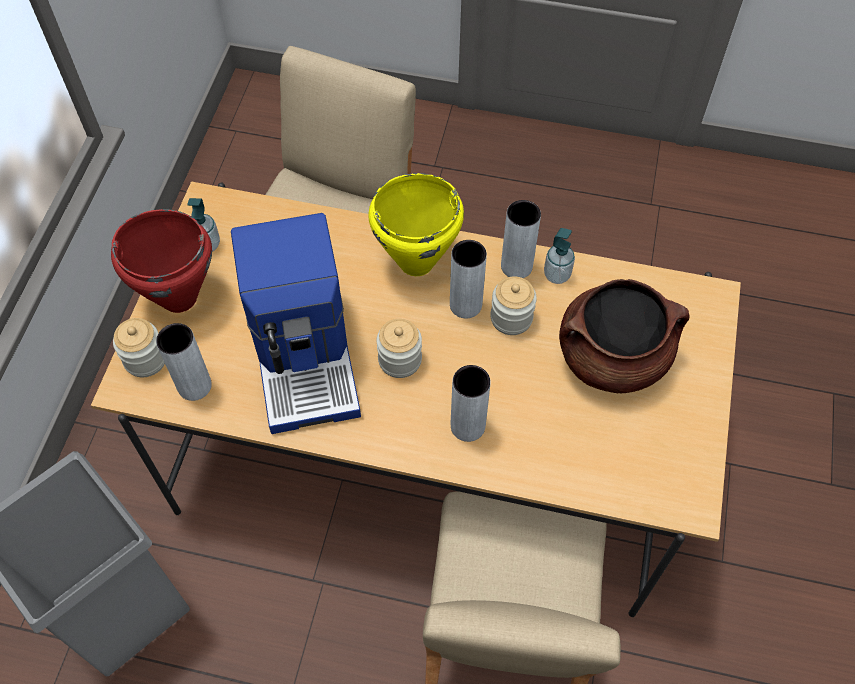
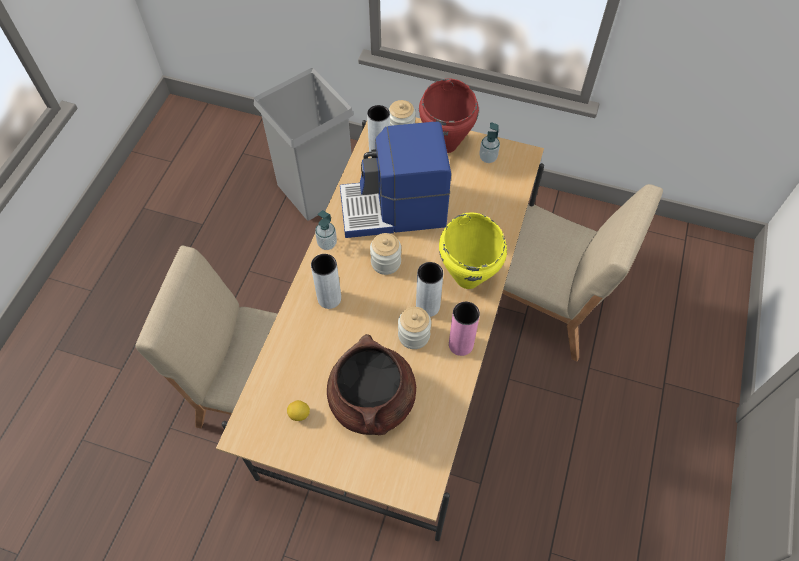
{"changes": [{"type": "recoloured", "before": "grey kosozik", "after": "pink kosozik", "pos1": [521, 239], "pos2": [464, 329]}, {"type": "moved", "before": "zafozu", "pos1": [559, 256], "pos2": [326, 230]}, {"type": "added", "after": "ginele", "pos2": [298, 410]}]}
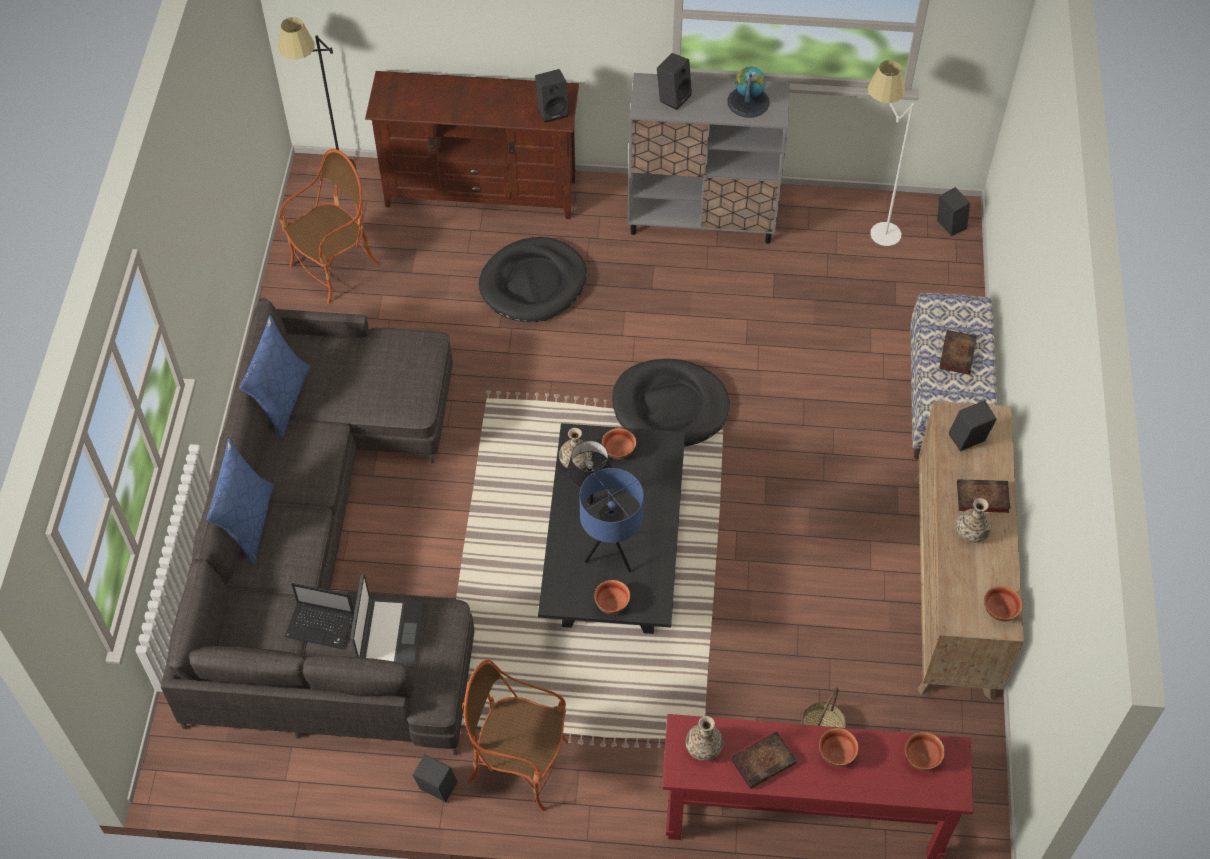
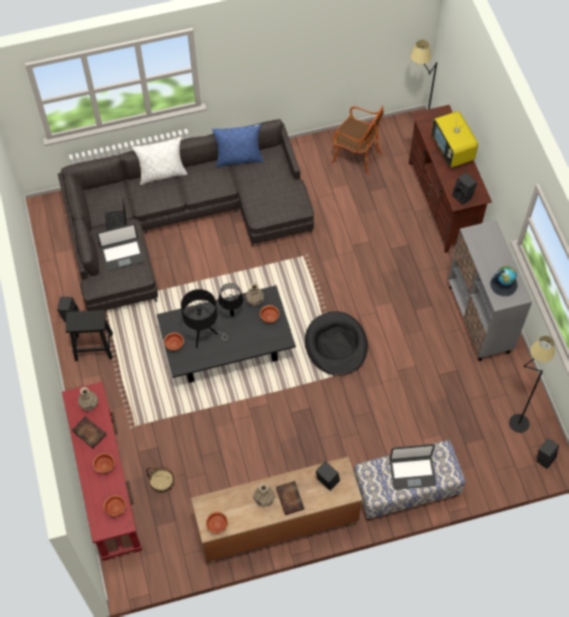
{"changes": [{"type": "removed", "before": "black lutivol", "pos1": [674, 81]}, {"type": "recoloured", "before": "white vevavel", "after": "black vevavel", "pos1": [891, 153], "pos2": [532, 384]}, {"type": "removed", "before": "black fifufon", "pos1": [533, 279]}, {"type": "replaced", "before": "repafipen", "after": "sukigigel", "pos1": [958, 352], "pos2": [413, 467]}, {"type": "recoloured", "before": "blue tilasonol", "after": "white tilasonol", "pos1": [240, 501], "pos2": [160, 161]}, {"type": "recoloured", "before": "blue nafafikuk", "after": "black nafafikuk", "pos1": [611, 520], "pos2": [204, 318]}, {"type": "replaced", "before": "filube", "after": "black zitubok", "pos1": [515, 735], "pos2": [89, 335]}, {"type": "added", "after": "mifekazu", "pos2": [454, 139]}]}
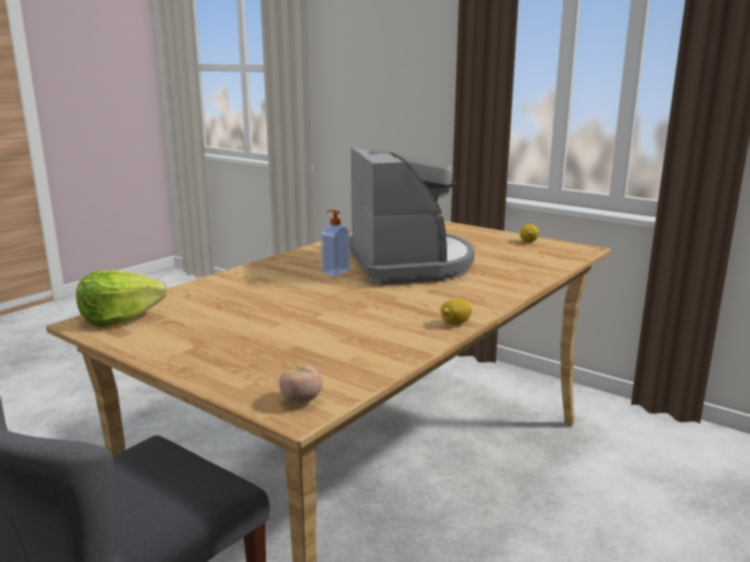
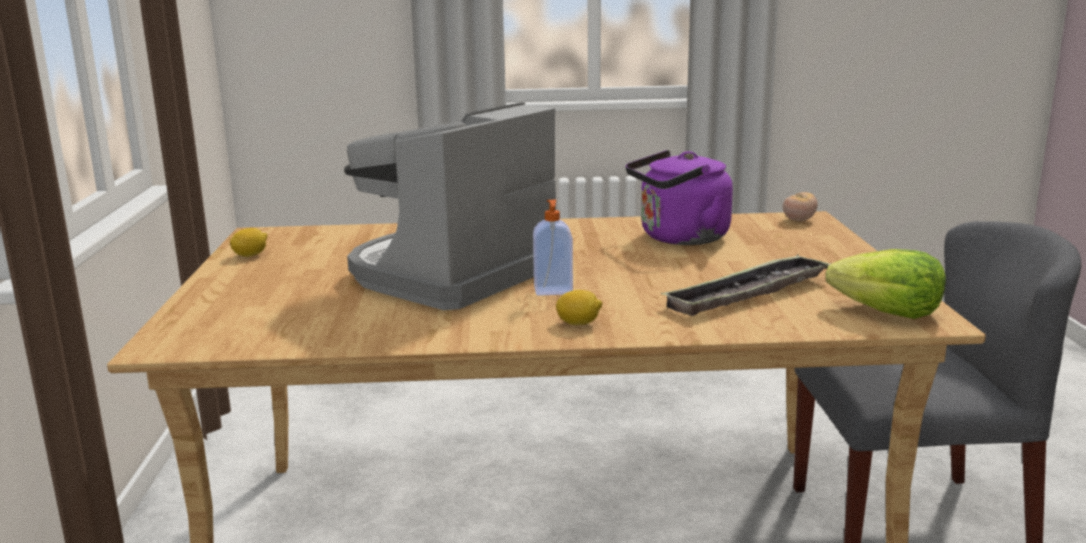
{"changes": [{"type": "moved", "before": "ginele", "pos1": [456, 312], "pos2": [579, 307]}, {"type": "added", "after": "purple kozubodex", "pos2": [679, 197]}, {"type": "added", "after": "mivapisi", "pos2": [746, 285]}]}
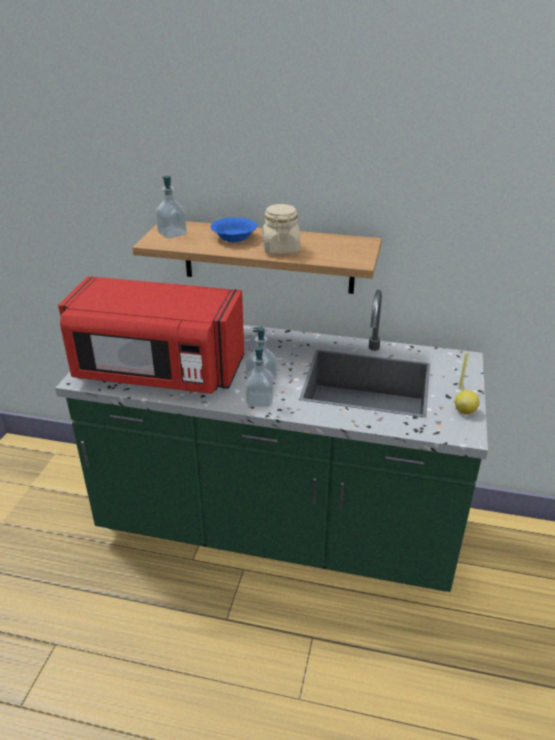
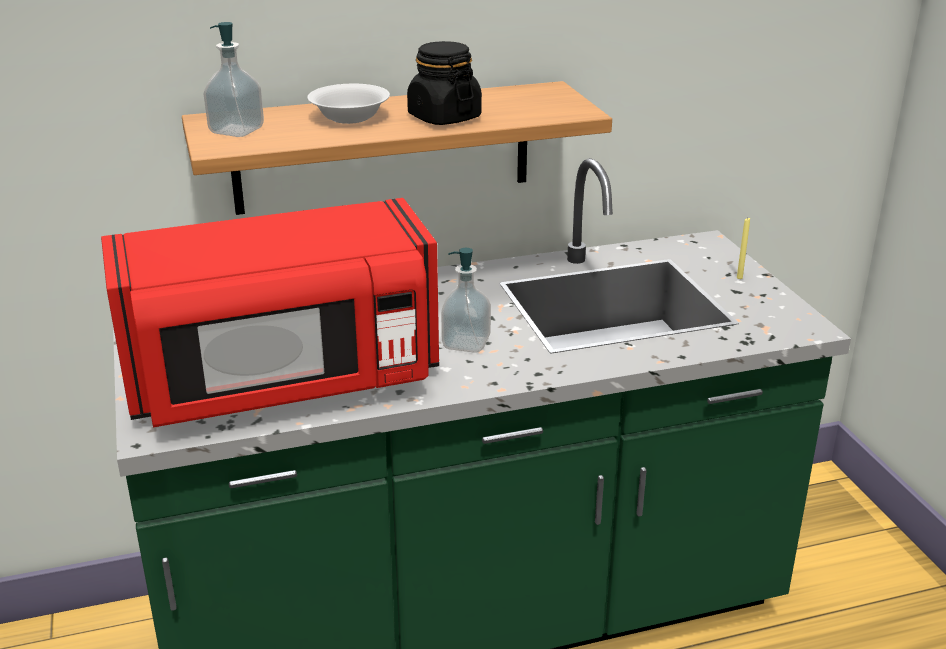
{"changes": [{"type": "recoloured", "before": "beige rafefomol", "after": "black rafefomol", "pos1": [281, 229], "pos2": [444, 83]}, {"type": "recoloured", "before": "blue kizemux", "after": "white kizemux", "pos1": [233, 229], "pos2": [348, 104]}, {"type": "removed", "before": "zafozu", "pos1": [260, 376]}, {"type": "removed", "before": "ginele", "pos1": [467, 402]}]}
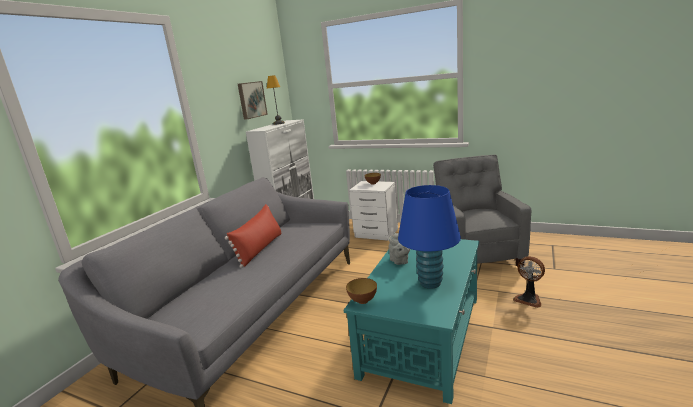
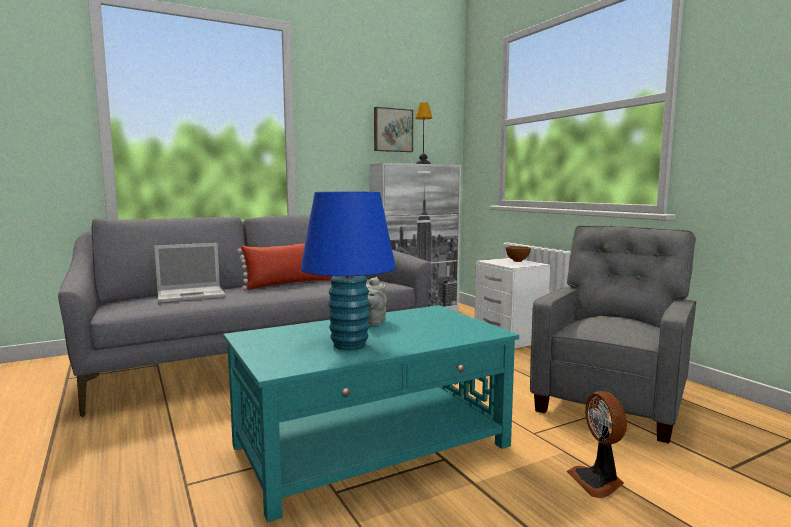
{"changes": [{"type": "removed", "before": "kizemux", "pos1": [361, 291]}, {"type": "added", "after": "sukigigel", "pos2": [190, 273]}]}
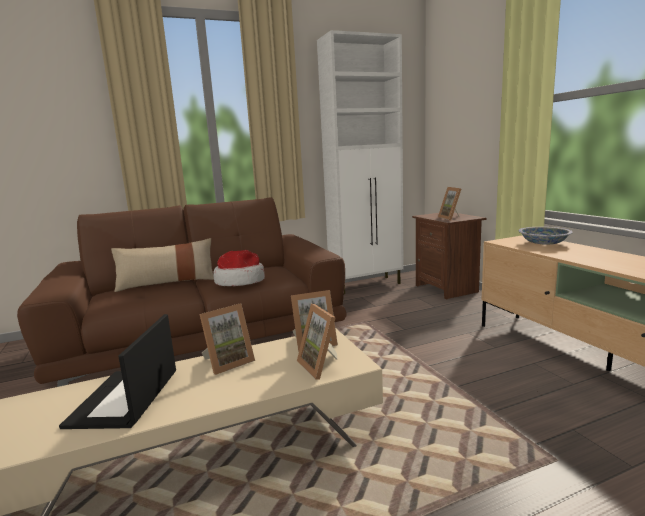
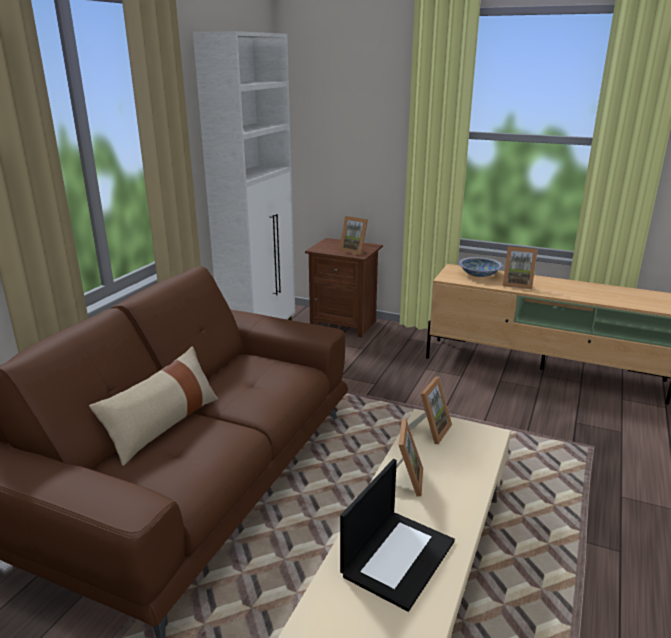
{"changes": [{"type": "removed", "before": "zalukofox", "pos1": [239, 268]}, {"type": "moved", "before": "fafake", "pos1": [317, 342], "pos2": [520, 267]}, {"type": "turned", "before": "sukigigel", "pos1": [117, 371], "pos2": [397, 535], "turn": -105}]}
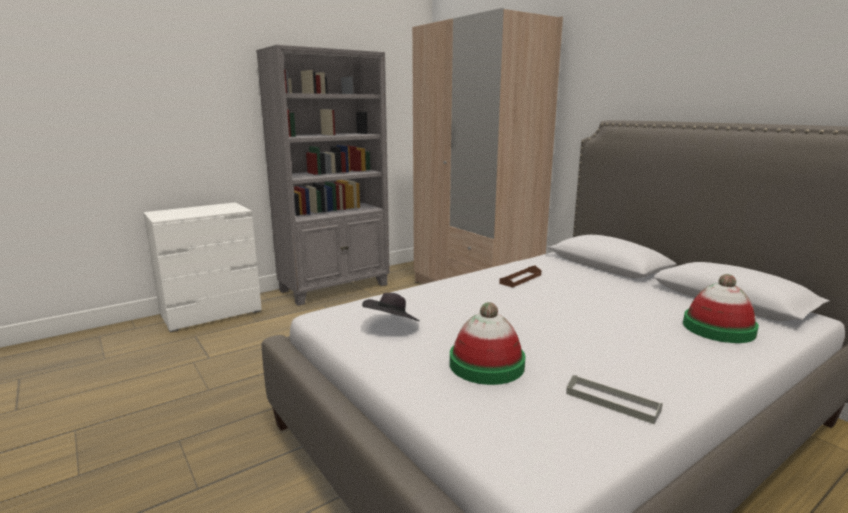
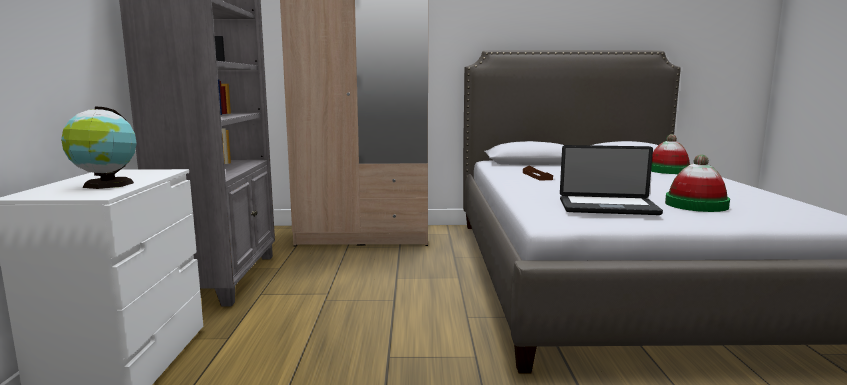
{"changes": [{"type": "replaced", "before": "black zalukofox", "after": "sukigigel", "pos1": [391, 307], "pos2": [611, 180]}, {"type": "removed", "before": "grey mivapisi", "pos1": [614, 399]}, {"type": "added", "after": "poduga", "pos2": [99, 148]}]}
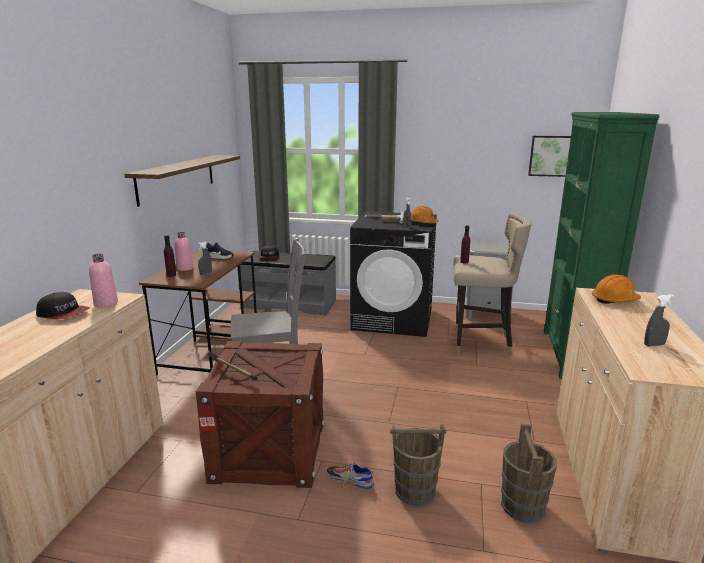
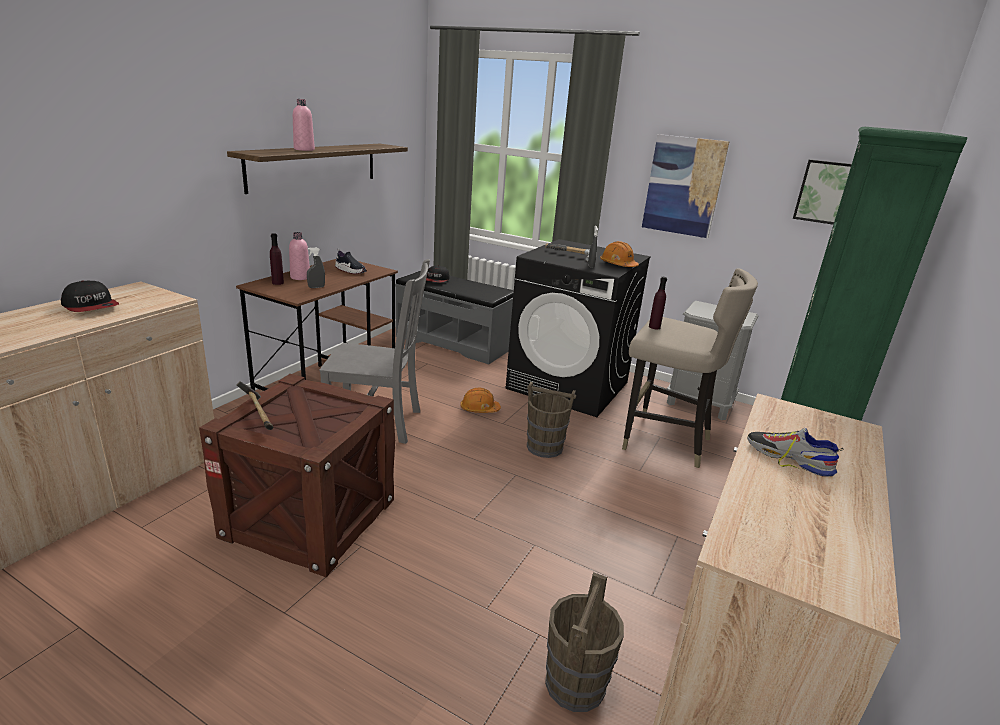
{"changes": [{"type": "moved", "before": "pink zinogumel", "pos1": [103, 280], "pos2": [304, 125]}, {"type": "moved", "before": "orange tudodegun", "pos1": [616, 289], "pos2": [480, 400]}, {"type": "removed", "before": "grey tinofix", "pos1": [659, 320]}, {"type": "moved", "before": "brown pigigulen", "pos1": [418, 465], "pos2": [551, 420]}, {"type": "moved", "before": "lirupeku", "pos1": [350, 476], "pos2": [795, 452]}, {"type": "added", "after": "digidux", "pos2": [686, 186]}]}
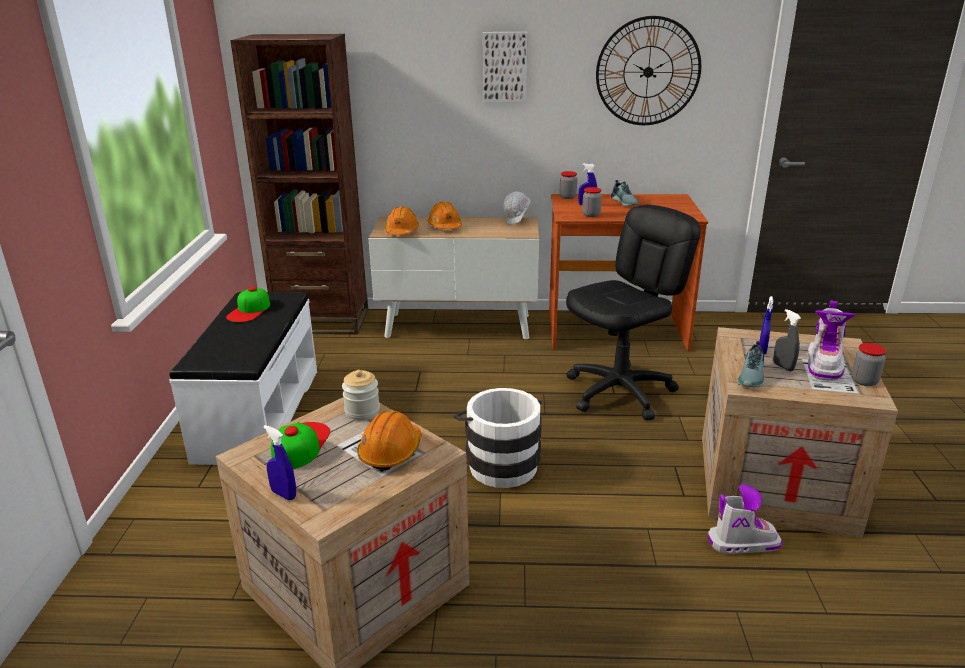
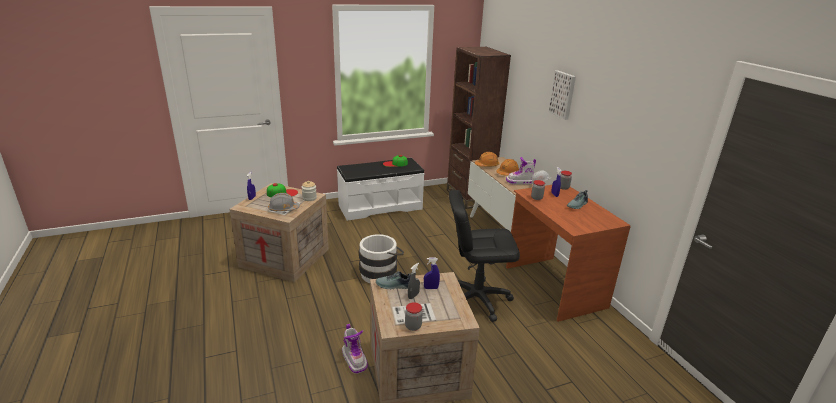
{"changes": [{"type": "removed", "before": "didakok", "pos1": [648, 70]}, {"type": "turned", "before": "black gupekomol", "pos1": [633, 313], "pos2": [484, 256], "turn": 150}, {"type": "moved", "before": "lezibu", "pos1": [832, 341], "pos2": [521, 171]}, {"type": "recoloured", "before": "orange tudodegun", "after": "grey tudodegun", "pos1": [389, 440], "pos2": [284, 202]}]}
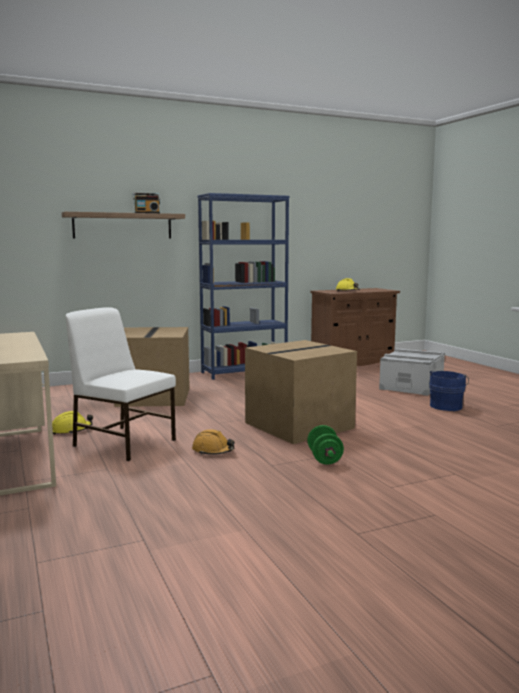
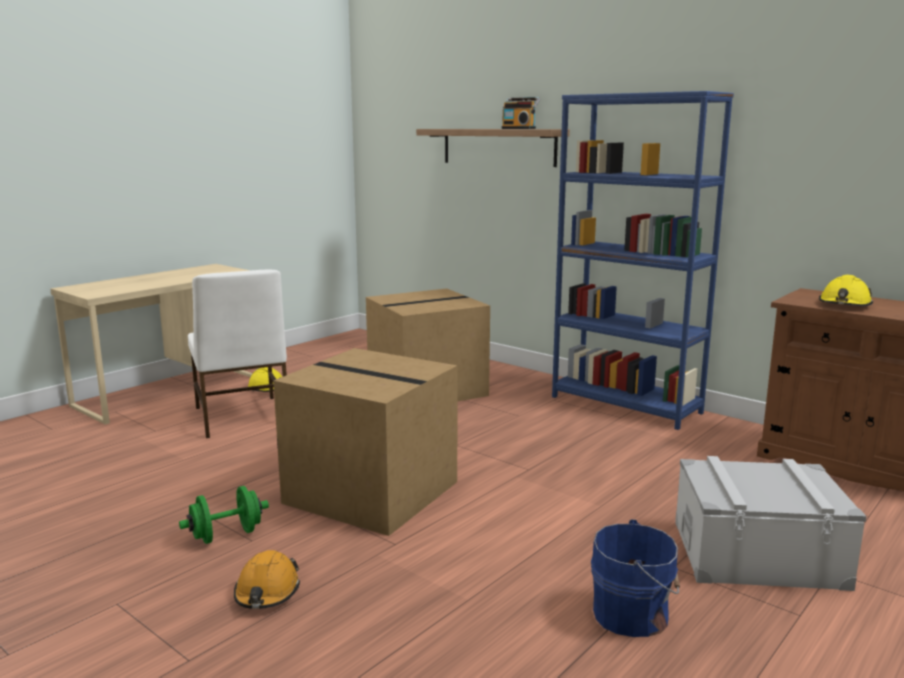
{"changes": [{"type": "turned", "before": "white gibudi", "pos1": [121, 384], "pos2": [237, 354], "turn": 150}, {"type": "moved", "before": "orange tudodegun", "pos1": [213, 442], "pos2": [267, 579]}]}
